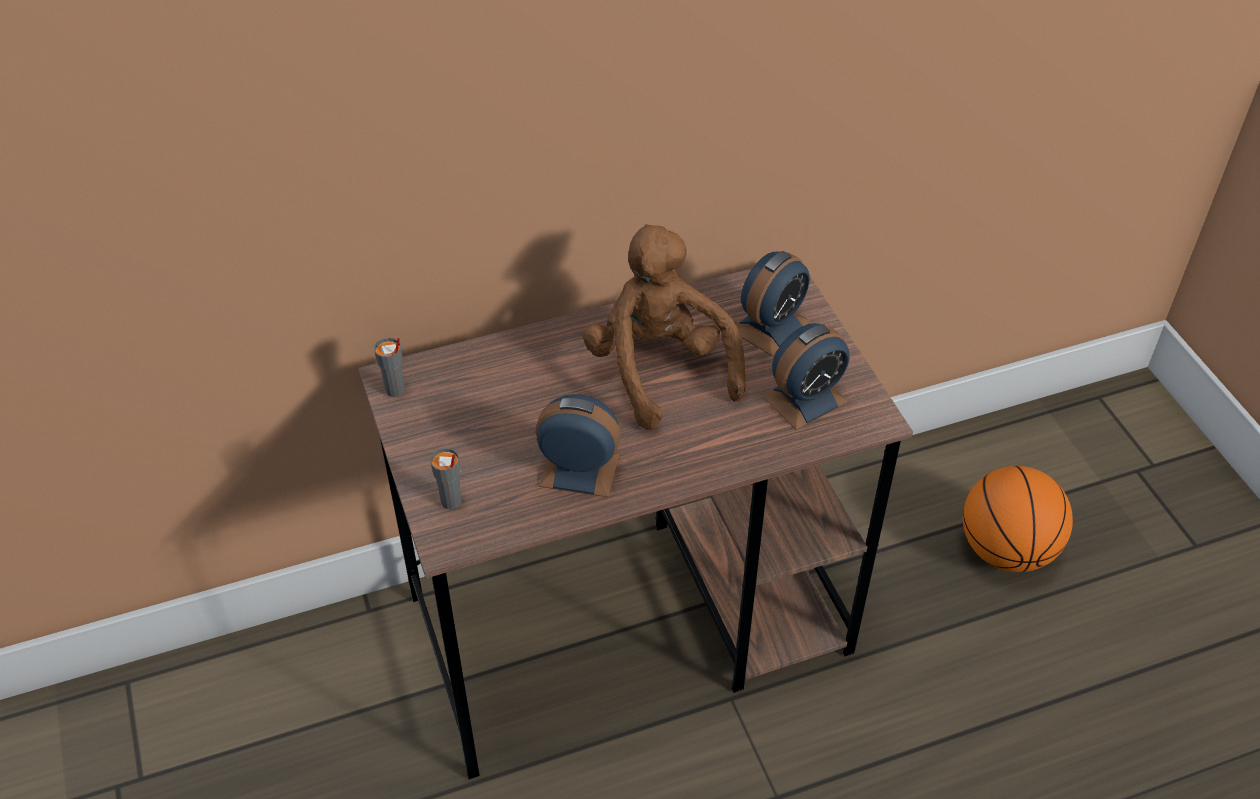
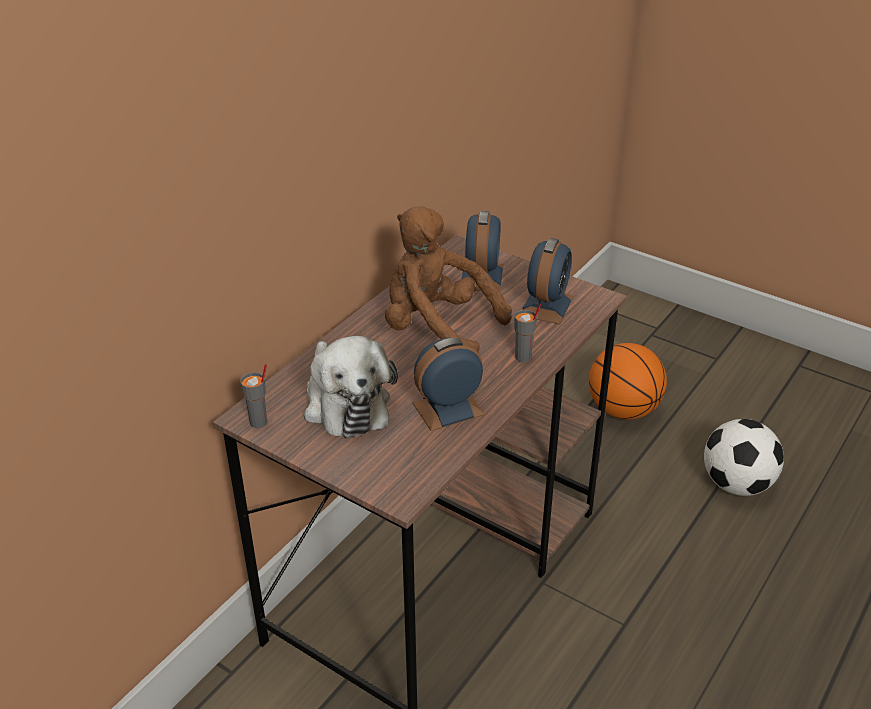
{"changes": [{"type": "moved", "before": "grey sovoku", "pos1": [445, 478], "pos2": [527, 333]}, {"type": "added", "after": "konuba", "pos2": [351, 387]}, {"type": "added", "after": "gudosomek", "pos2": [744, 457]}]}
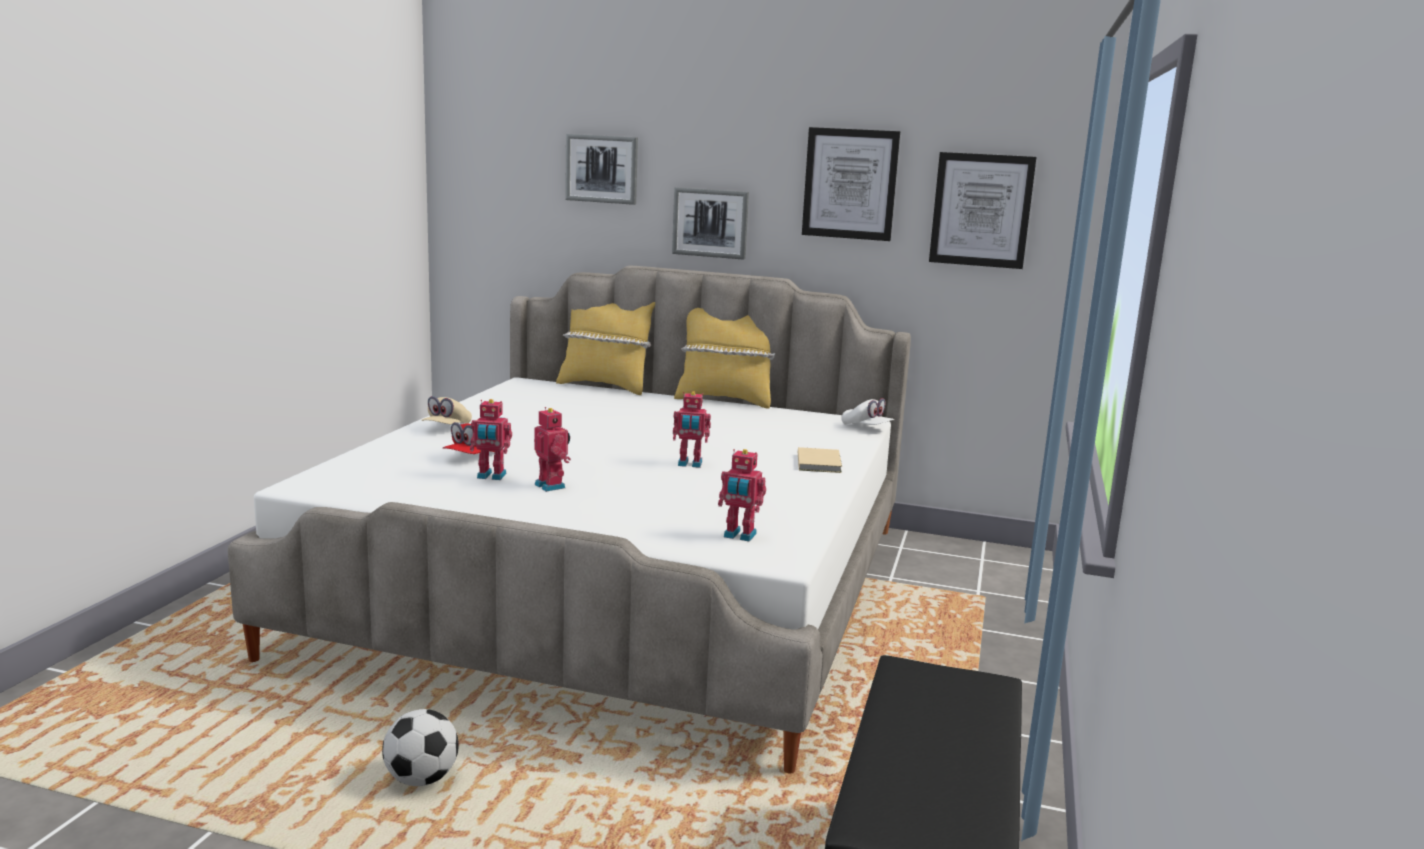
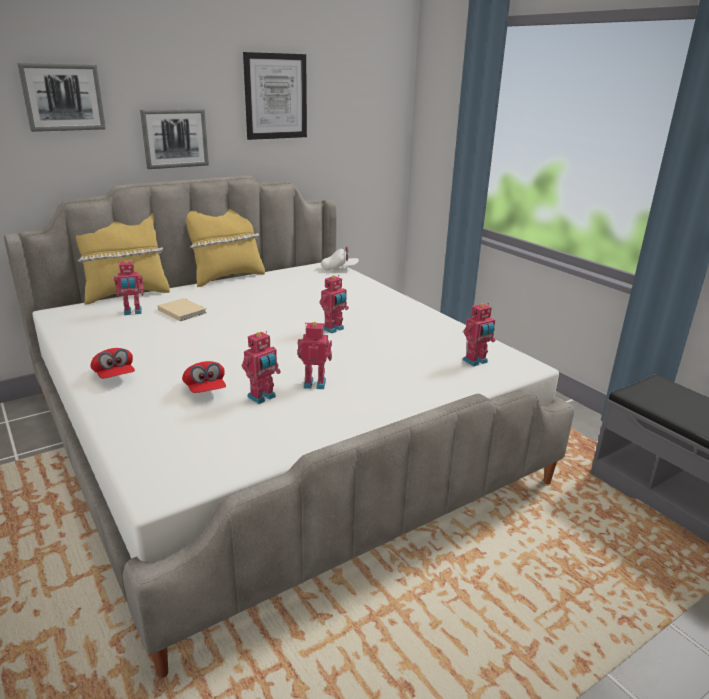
{"changes": [{"type": "removed", "before": "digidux", "pos1": [982, 210]}, {"type": "recoloured", "before": "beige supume", "after": "red supume", "pos1": [447, 410], "pos2": [112, 363]}, {"type": "moved", "before": "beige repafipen", "pos1": [820, 460], "pos2": [182, 309]}, {"type": "removed", "before": "gudosomek", "pos1": [420, 747]}, {"type": "added", "after": "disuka", "pos2": [129, 287]}]}
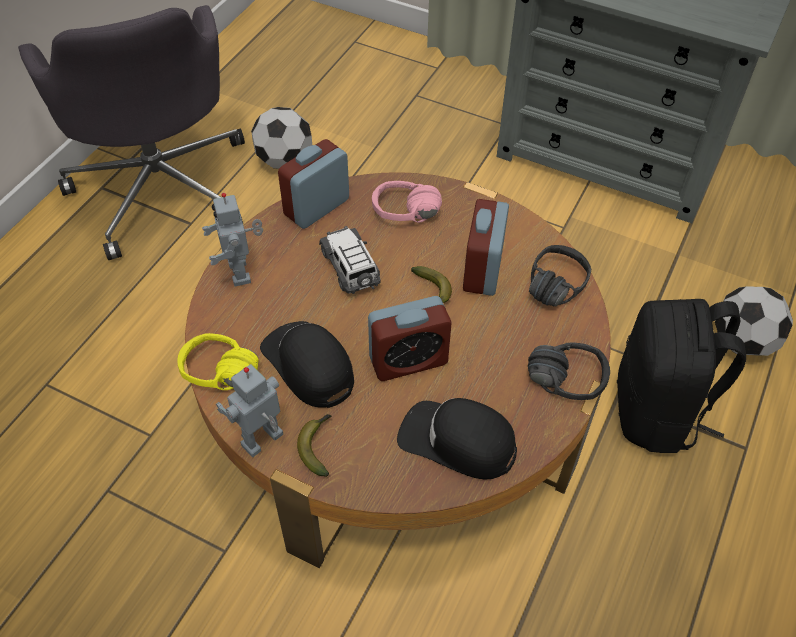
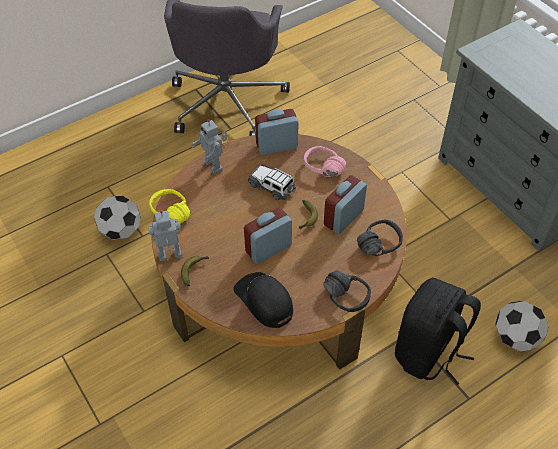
{"changes": [{"type": "moved", "before": "gudosomek", "pos1": [281, 138], "pos2": [117, 218]}, {"type": "turned", "before": "disuka", "pos1": [232, 240], "pos2": [209, 146], "turn": -45}, {"type": "turned", "before": "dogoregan", "pos1": [350, 260], "pos2": [272, 182], "turn": -60}, {"type": "turned", "before": "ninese", "pos1": [410, 338], "pos2": [268, 235], "turn": 135}, {"type": "removed", "before": "black supume", "pos1": [307, 364]}]}
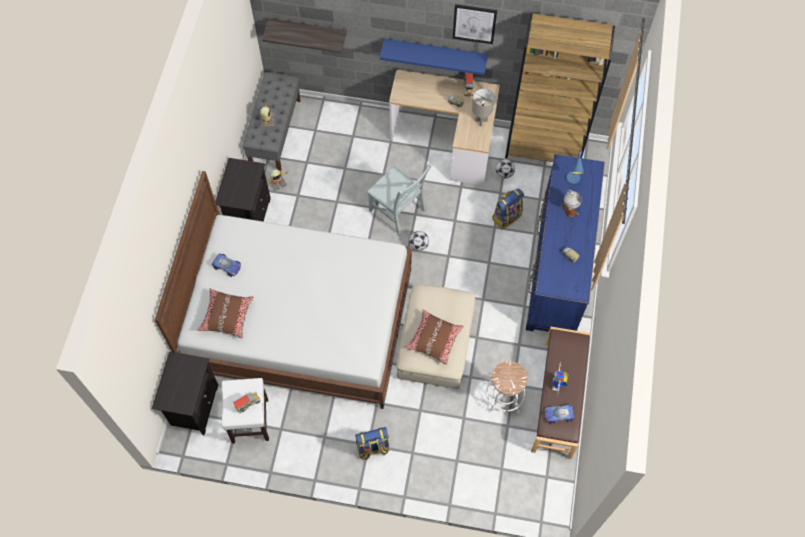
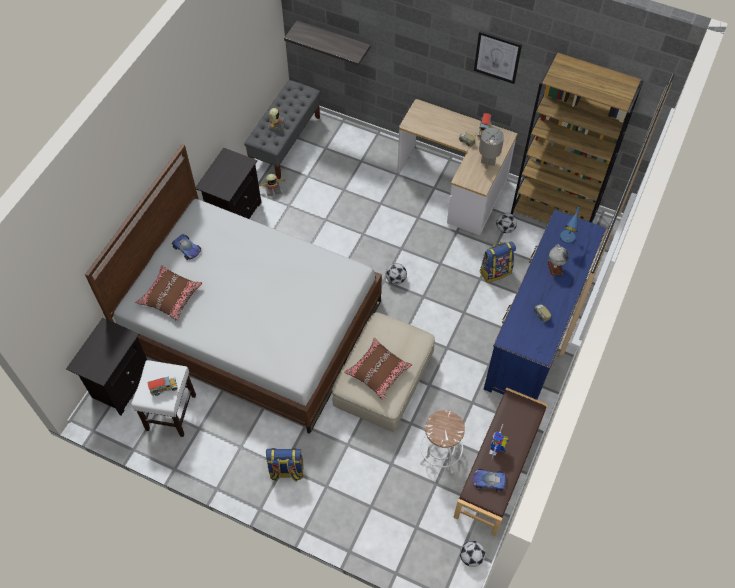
{"changes": [{"type": "removed", "before": "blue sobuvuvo", "pos1": [434, 57]}, {"type": "removed", "before": "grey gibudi", "pos1": [399, 199]}, {"type": "added", "after": "gudosomek", "pos2": [472, 554]}]}
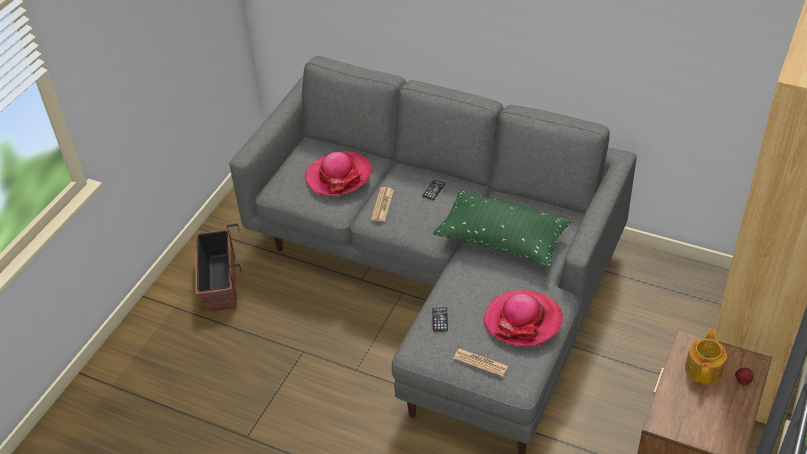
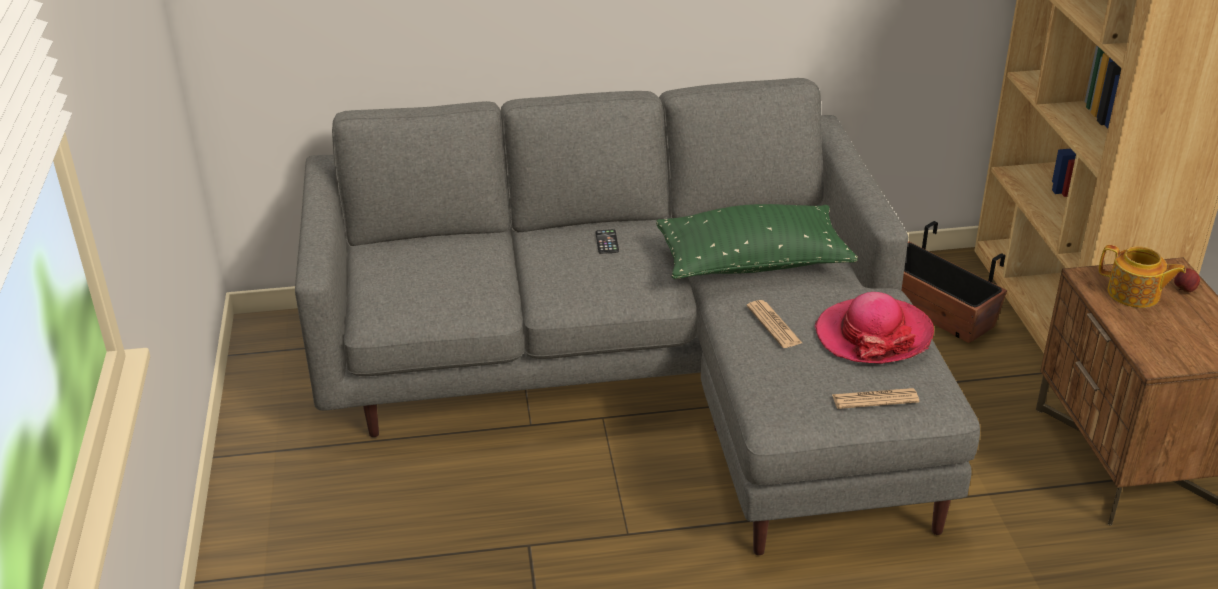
{"changes": [{"type": "removed", "before": "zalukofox", "pos1": [338, 173]}, {"type": "moved", "before": "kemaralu", "pos1": [382, 204], "pos2": [774, 324]}, {"type": "moved", "before": "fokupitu", "pos1": [218, 268], "pos2": [954, 282]}, {"type": "removed", "before": "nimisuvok", "pos1": [440, 319]}, {"type": "turned", "before": "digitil", "pos1": [706, 356], "pos2": [1142, 276], "turn": 135}]}
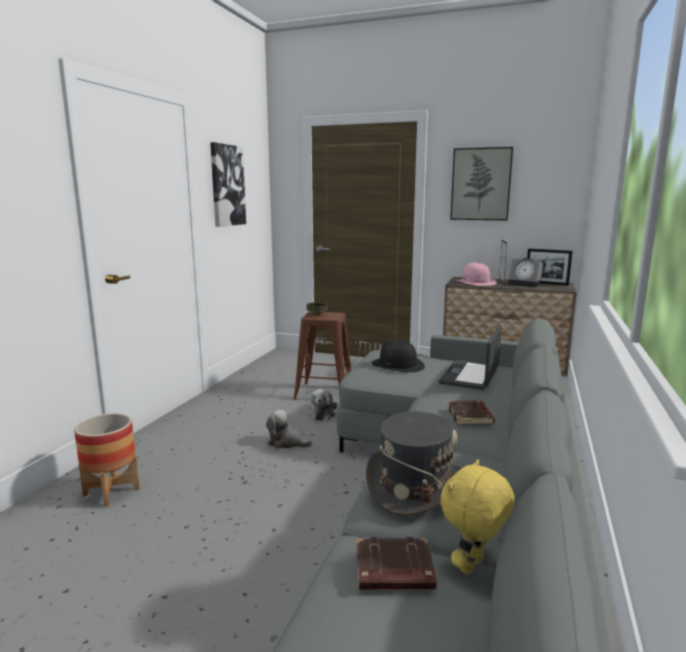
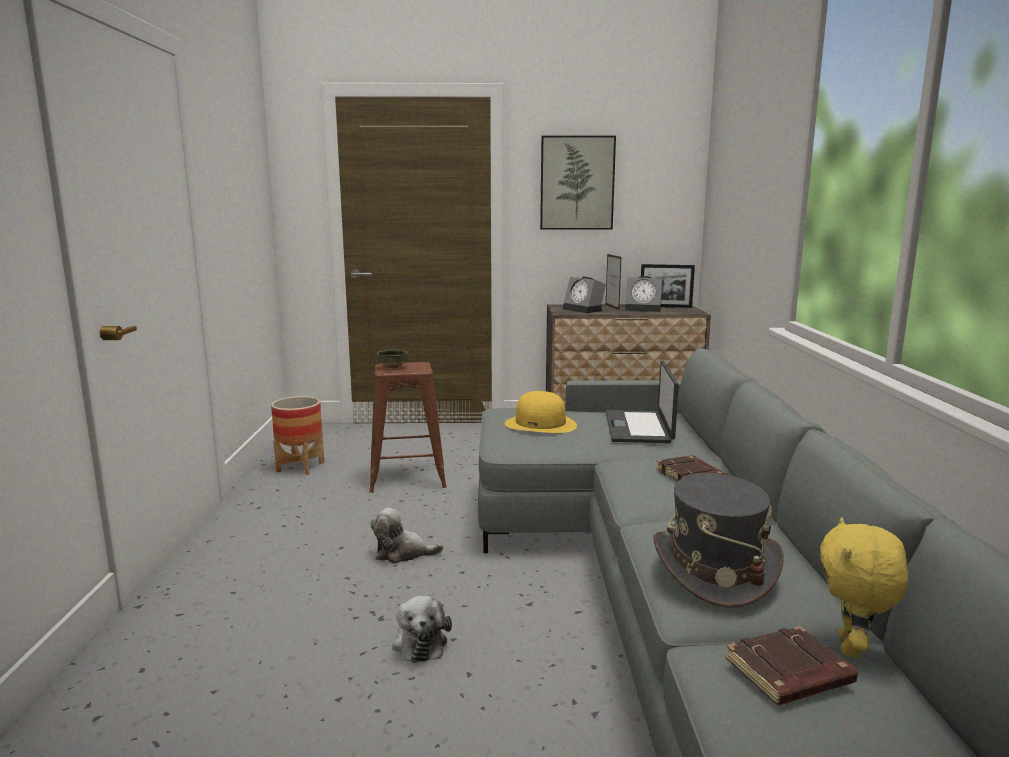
{"changes": [{"type": "removed", "before": "digidux", "pos1": [228, 184]}, {"type": "replaced", "before": "pink zalukofox", "after": "ninese", "pos1": [476, 274], "pos2": [584, 294]}, {"type": "recoloured", "before": "black zalukofox", "after": "yellow zalukofox", "pos1": [398, 356], "pos2": [541, 412]}, {"type": "moved", "before": "konuba", "pos1": [323, 405], "pos2": [422, 629]}, {"type": "moved", "before": "fokupitu", "pos1": [107, 460], "pos2": [297, 435]}]}
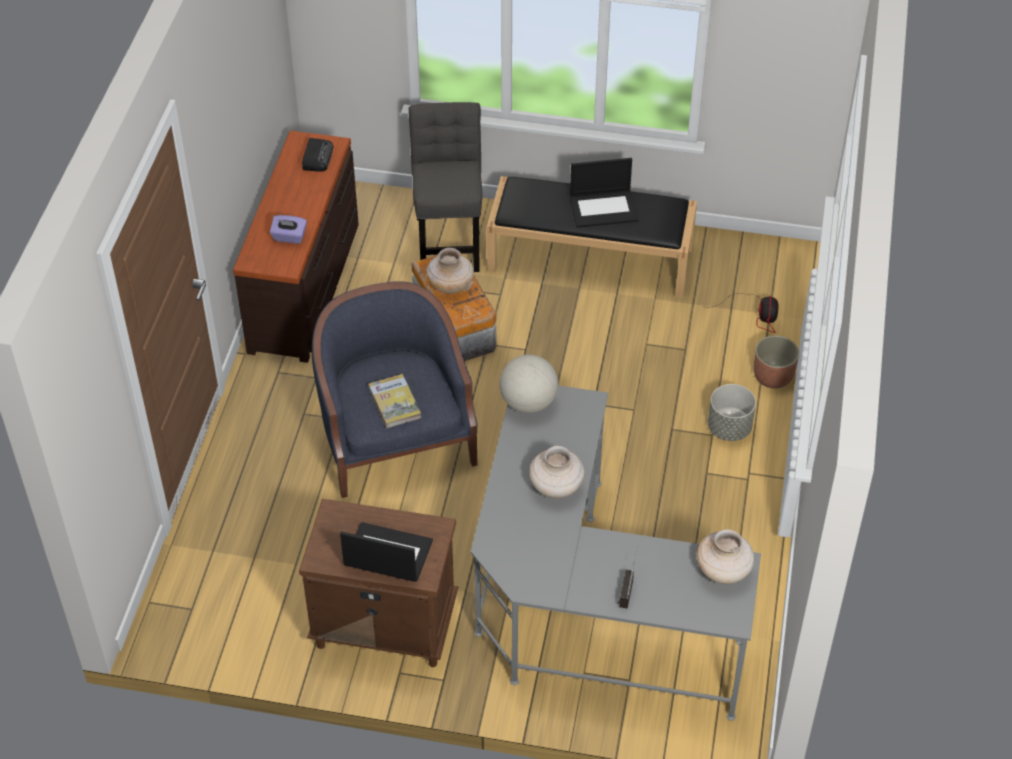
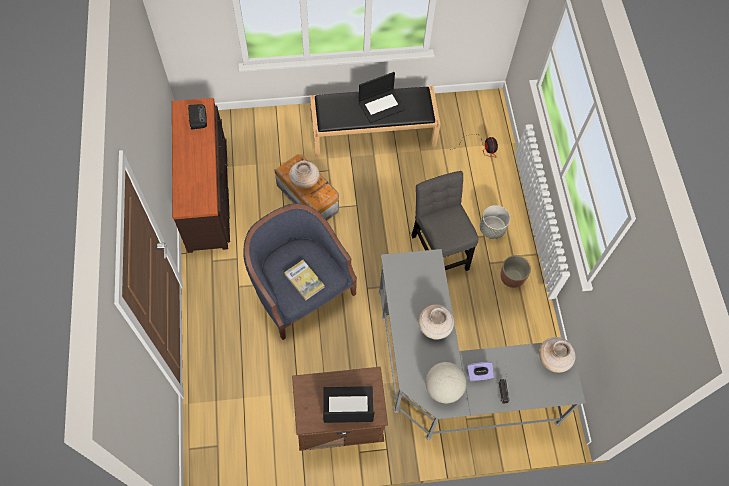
{"changes": [{"type": "moved", "before": "grey gibudi", "pos1": [445, 187], "pos2": [444, 221]}, {"type": "moved", "before": "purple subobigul", "pos1": [288, 229], "pos2": [480, 371]}, {"type": "moved", "before": "fokupitu", "pos1": [776, 362], "pos2": [515, 271]}, {"type": "moved", "before": "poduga", "pos1": [528, 384], "pos2": [446, 382]}]}
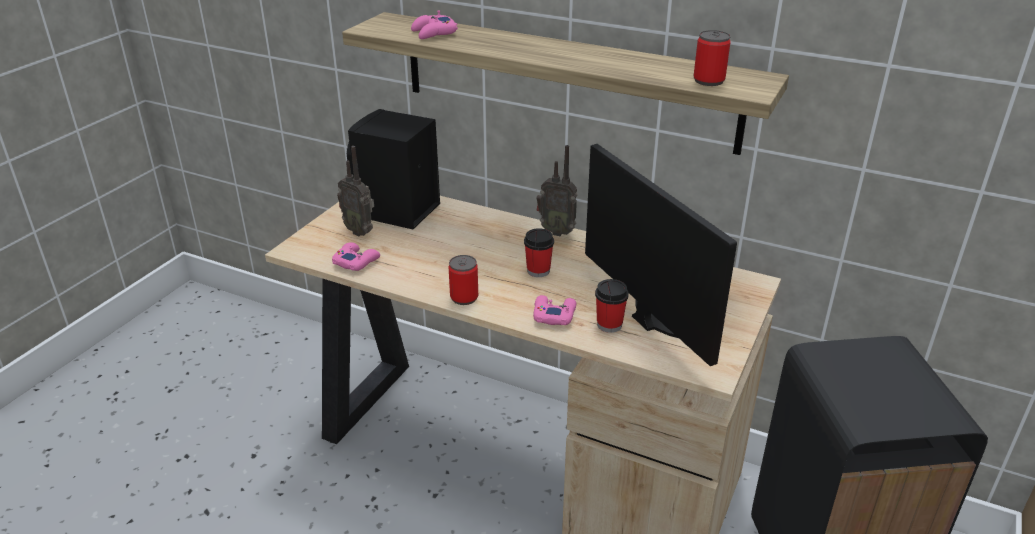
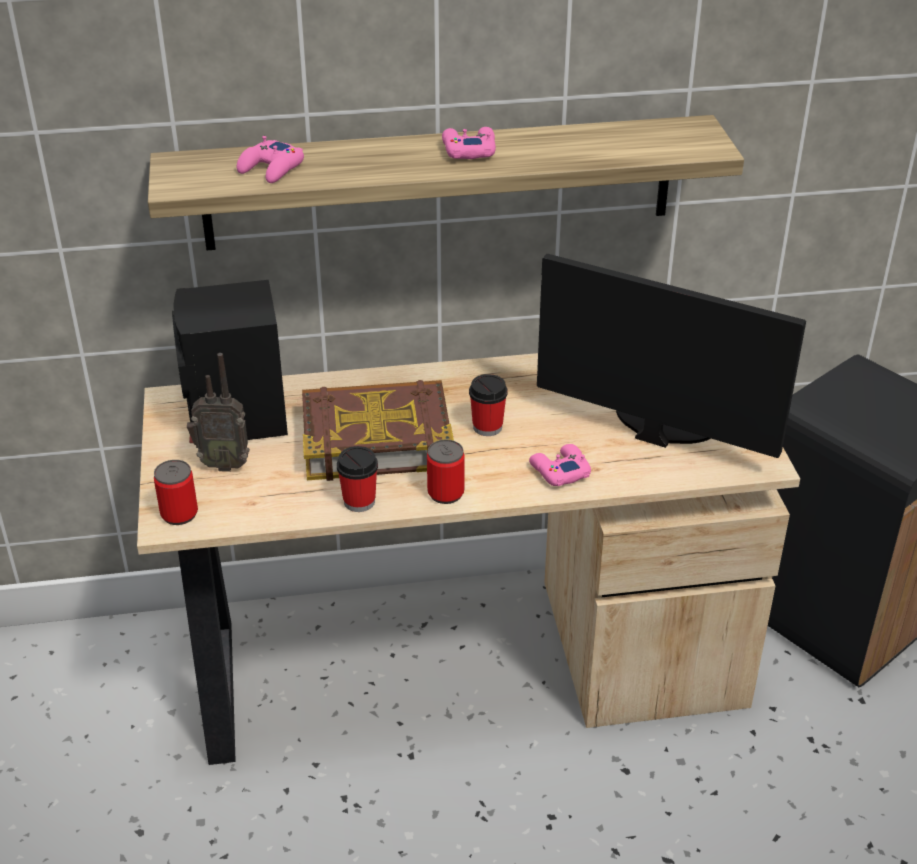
{"changes": [{"type": "moved", "before": "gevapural", "pos1": [712, 58], "pos2": [176, 492]}, {"type": "removed", "before": "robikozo", "pos1": [556, 190]}, {"type": "moved", "before": "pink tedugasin", "pos1": [356, 256], "pos2": [469, 143]}, {"type": "moved", "before": "sovoku", "pos1": [612, 306], "pos2": [357, 479]}, {"type": "added", "after": "repafipen", "pos2": [378, 430]}]}
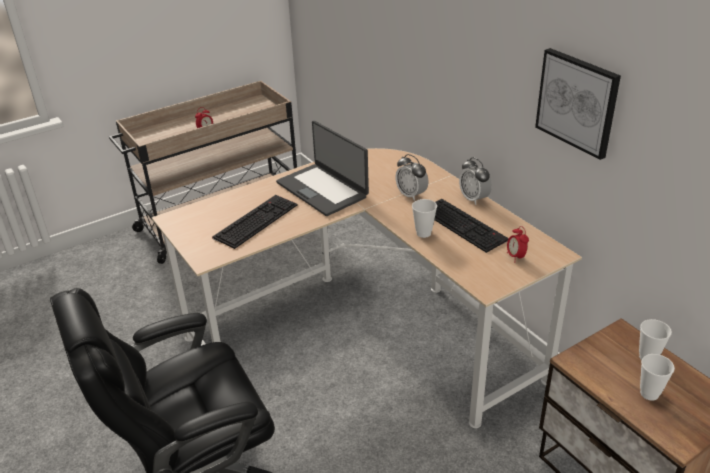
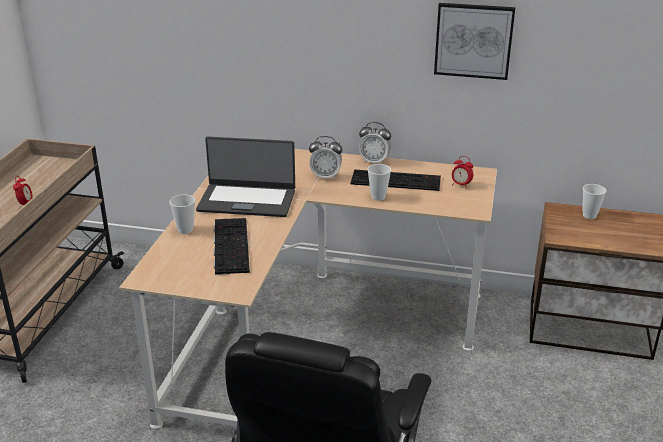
{"changes": [{"type": "moved", "before": "sovoku", "pos1": [657, 377], "pos2": [182, 214]}]}
